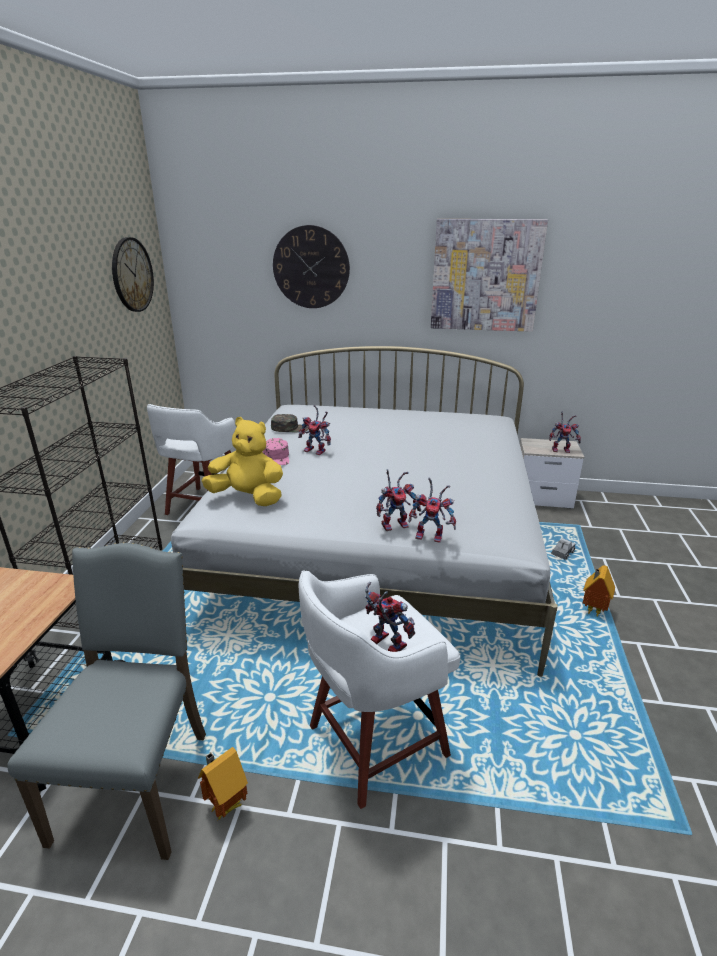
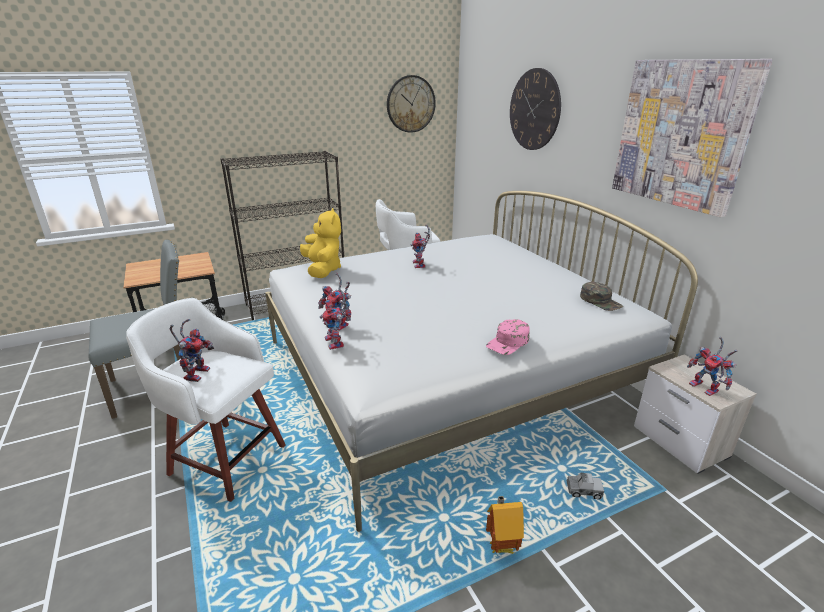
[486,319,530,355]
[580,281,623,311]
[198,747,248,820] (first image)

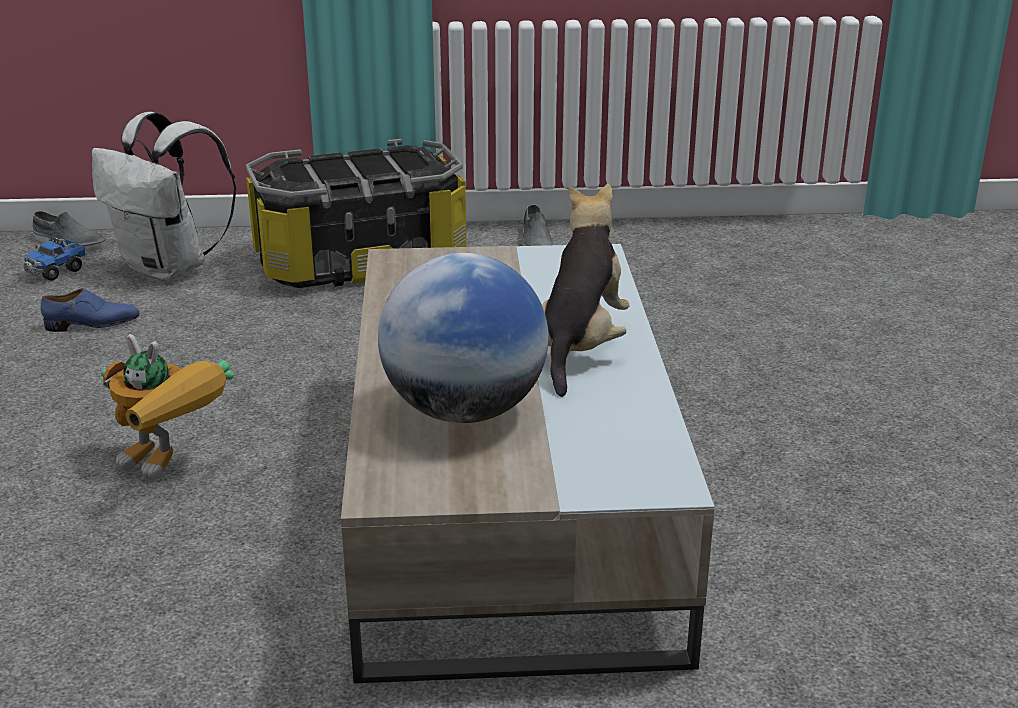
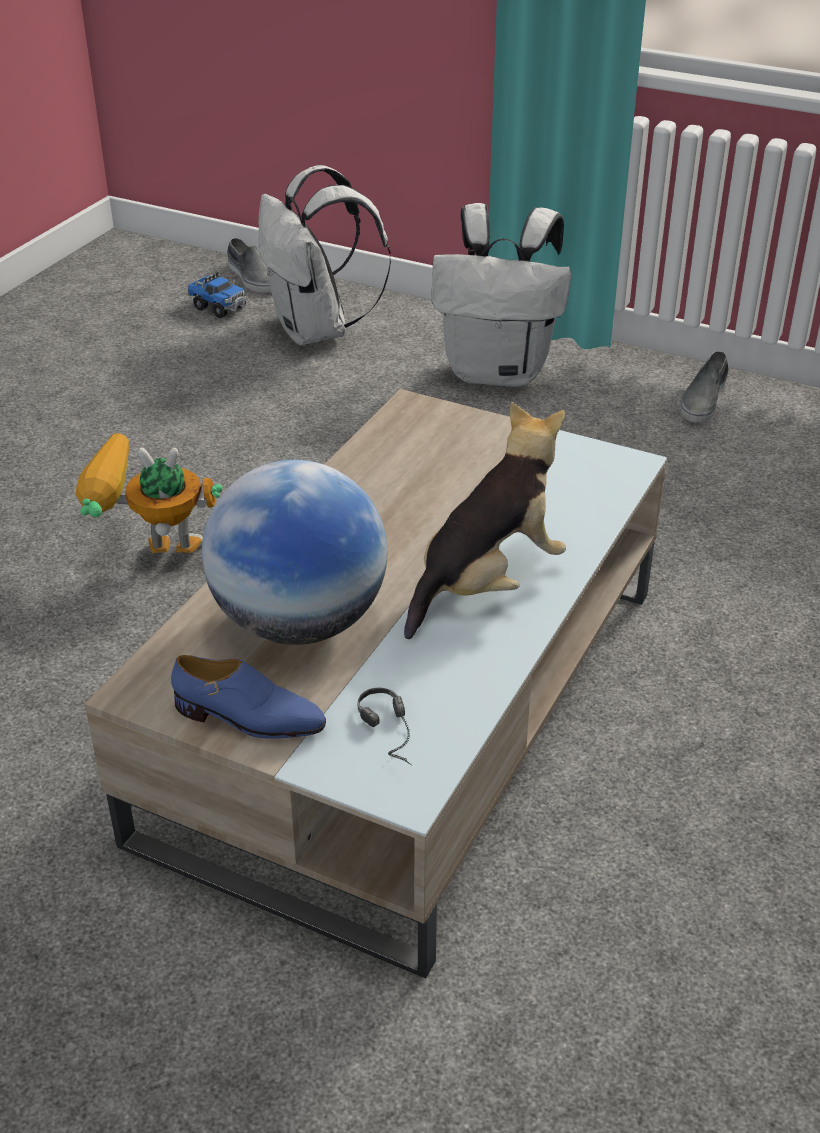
[75,433,223,553]
[171,655,326,739]
[188,272,246,318]
[358,687,412,765]
[432,203,571,387]

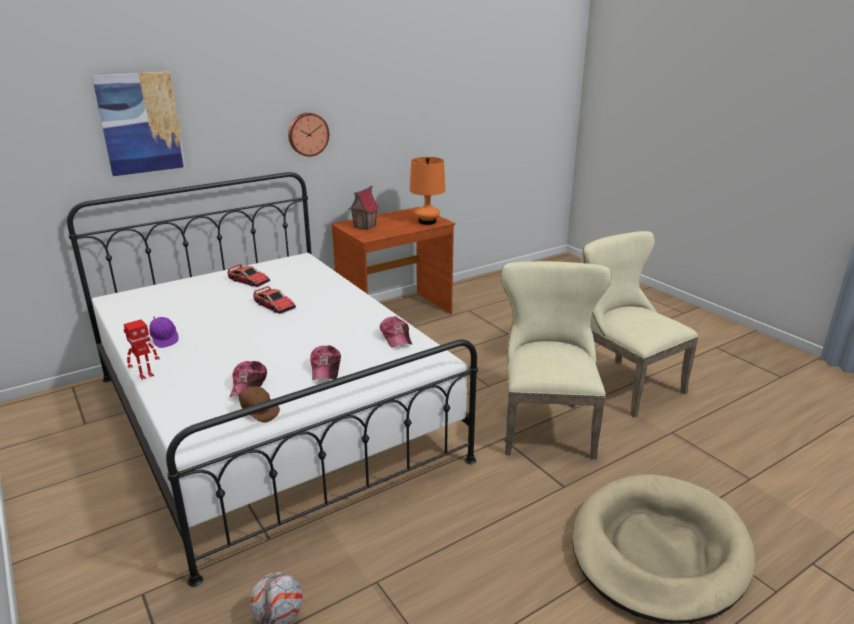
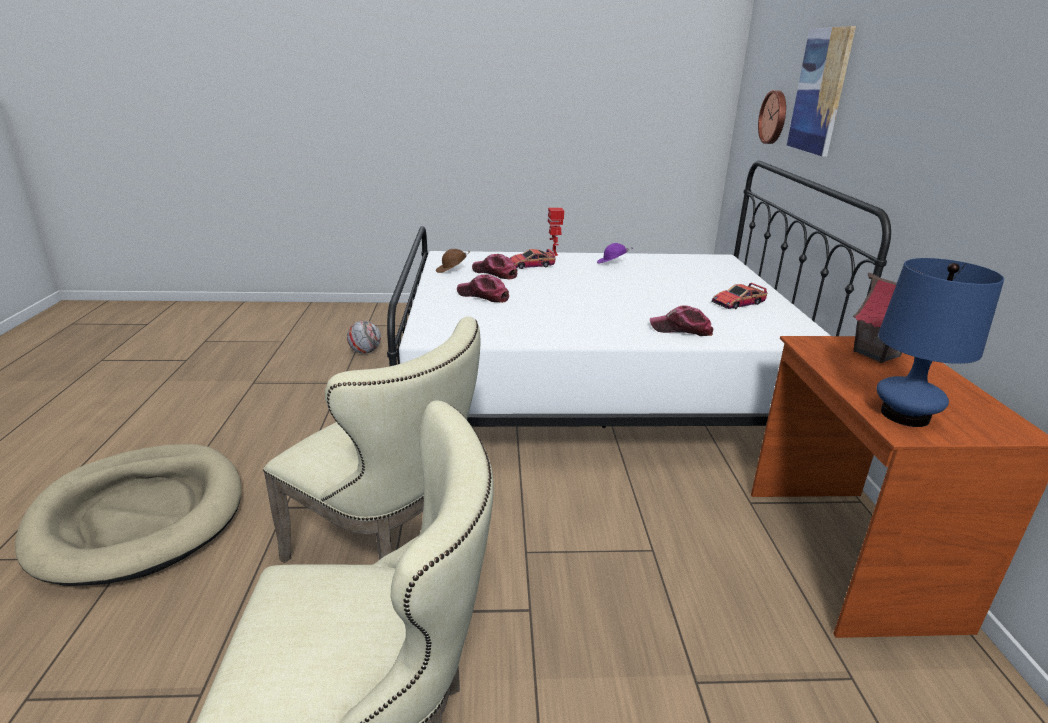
[510,249,555,269]
[650,306,713,336]
[758,90,786,144]
[877,258,1004,427]

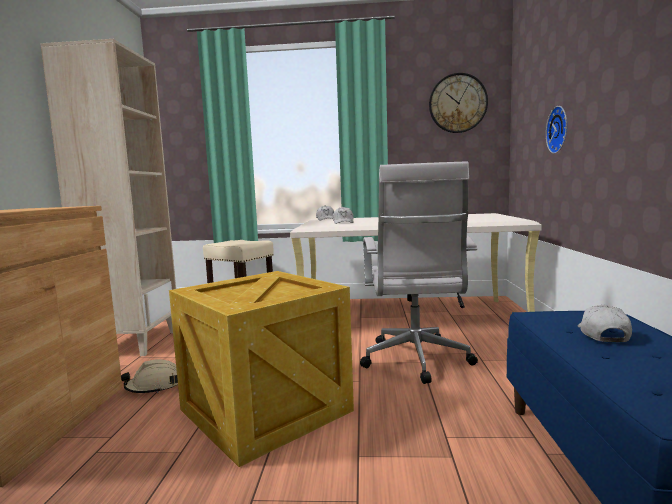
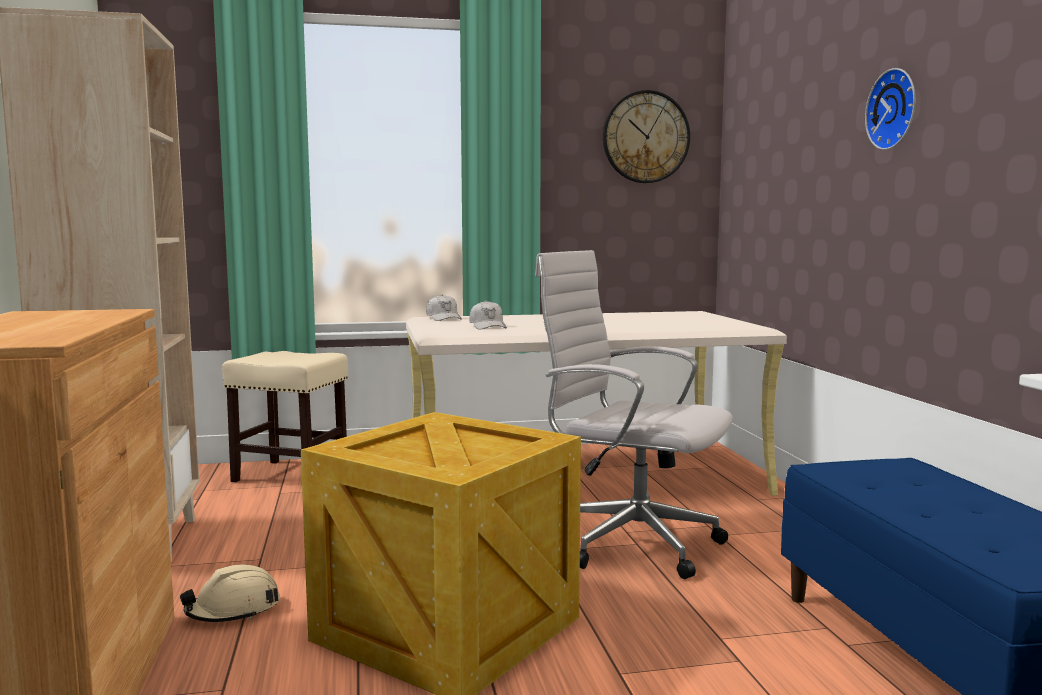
[535,250,733,579]
[865,68,915,150]
[578,305,632,342] (first image)

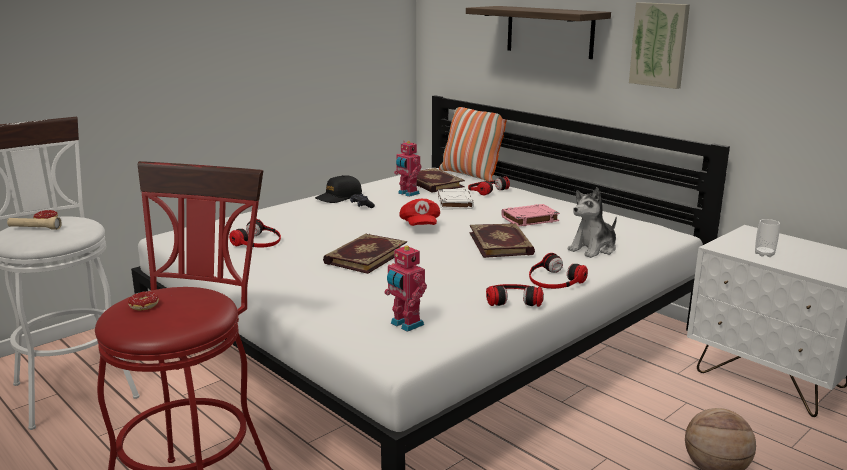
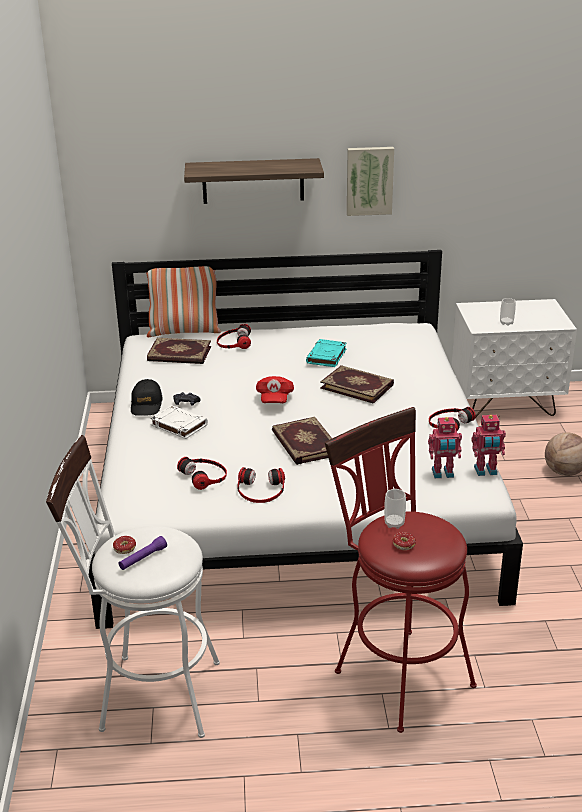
[119,536,167,570]
[150,405,208,439]
[237,467,285,503]
[256,376,294,403]
[306,339,347,367]
[384,489,406,529]
[471,415,506,476]
[567,187,617,258] (first image)

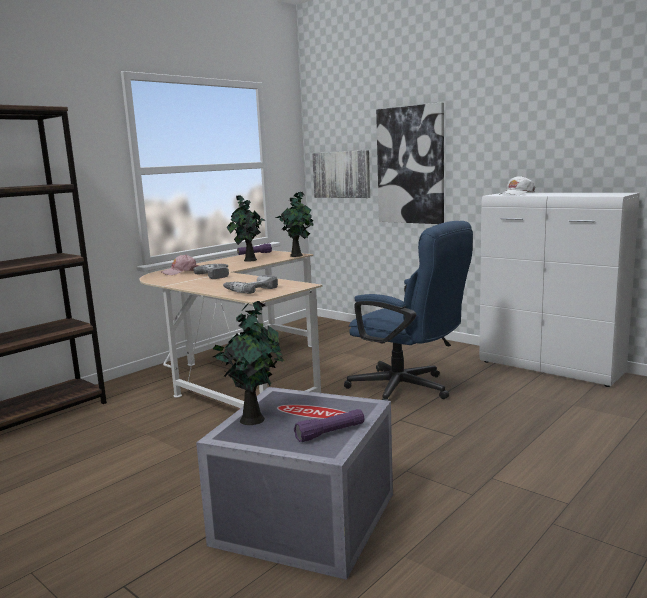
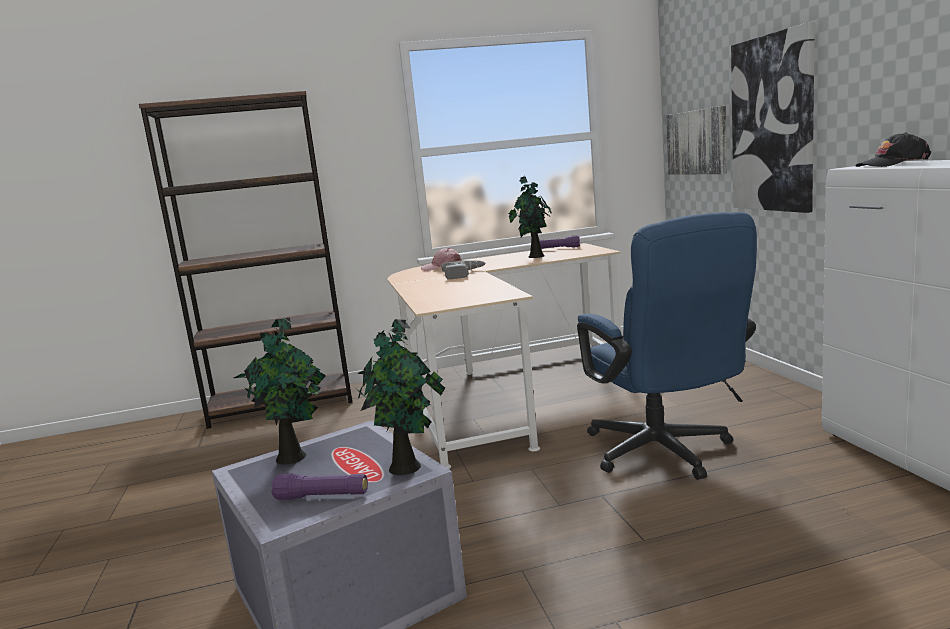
[357,319,445,475]
[856,132,931,167]
[223,275,278,294] (first image)

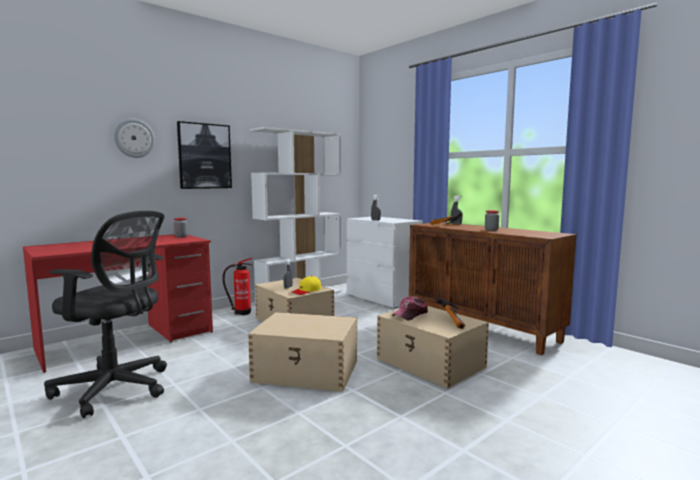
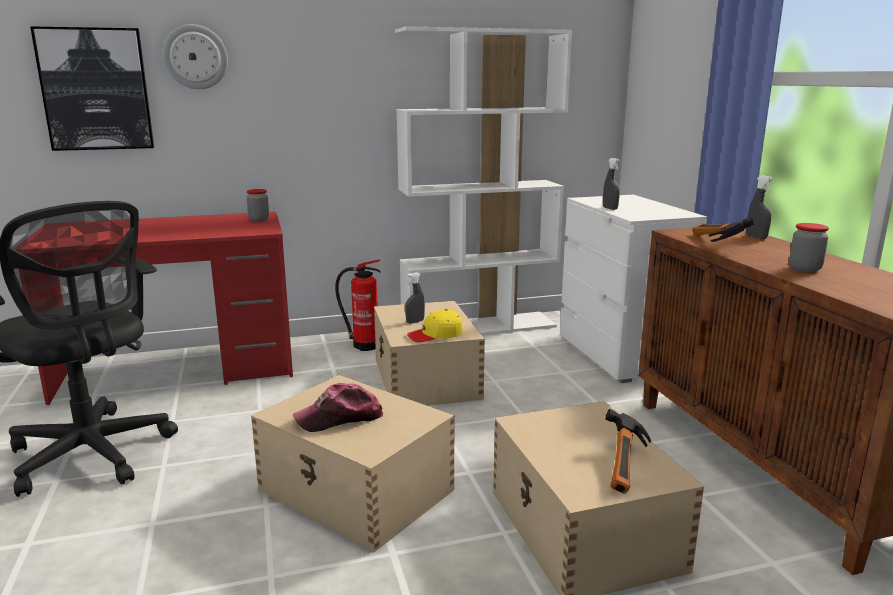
[30,26,154,151]
[293,383,383,432]

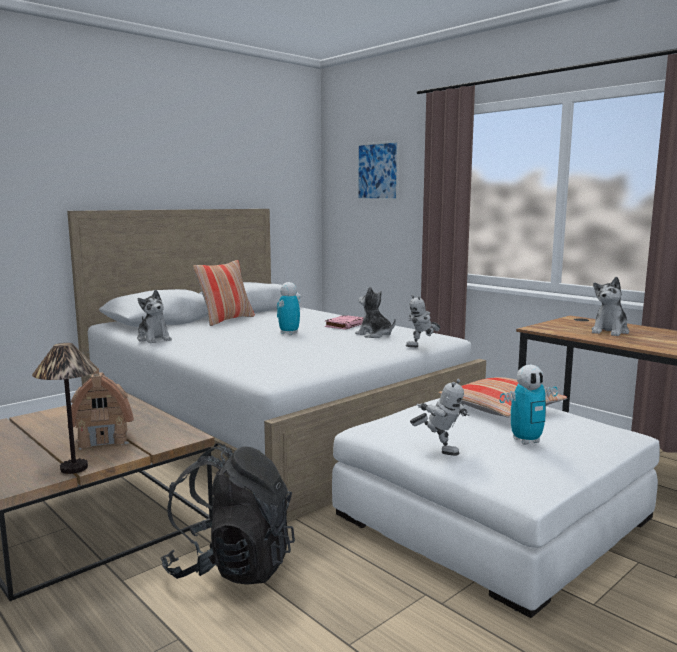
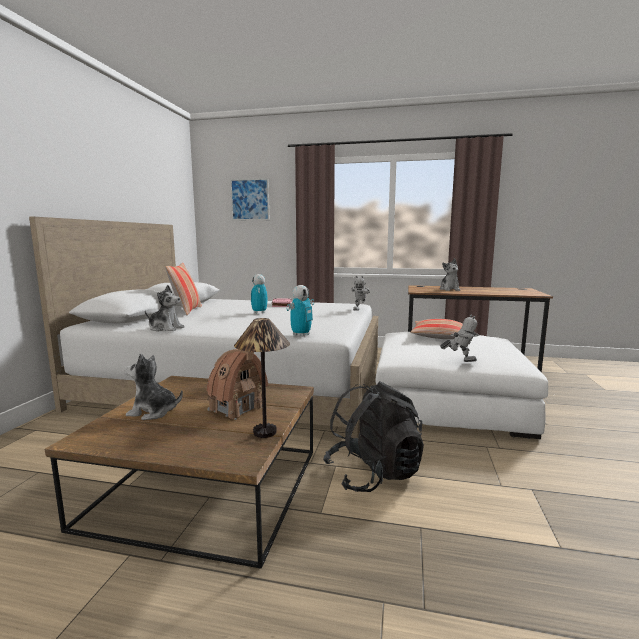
[124,353,183,420]
[287,285,314,337]

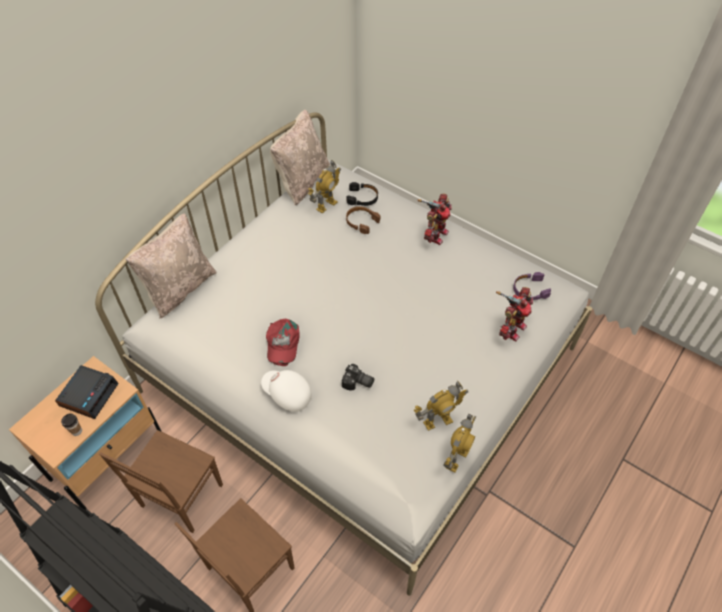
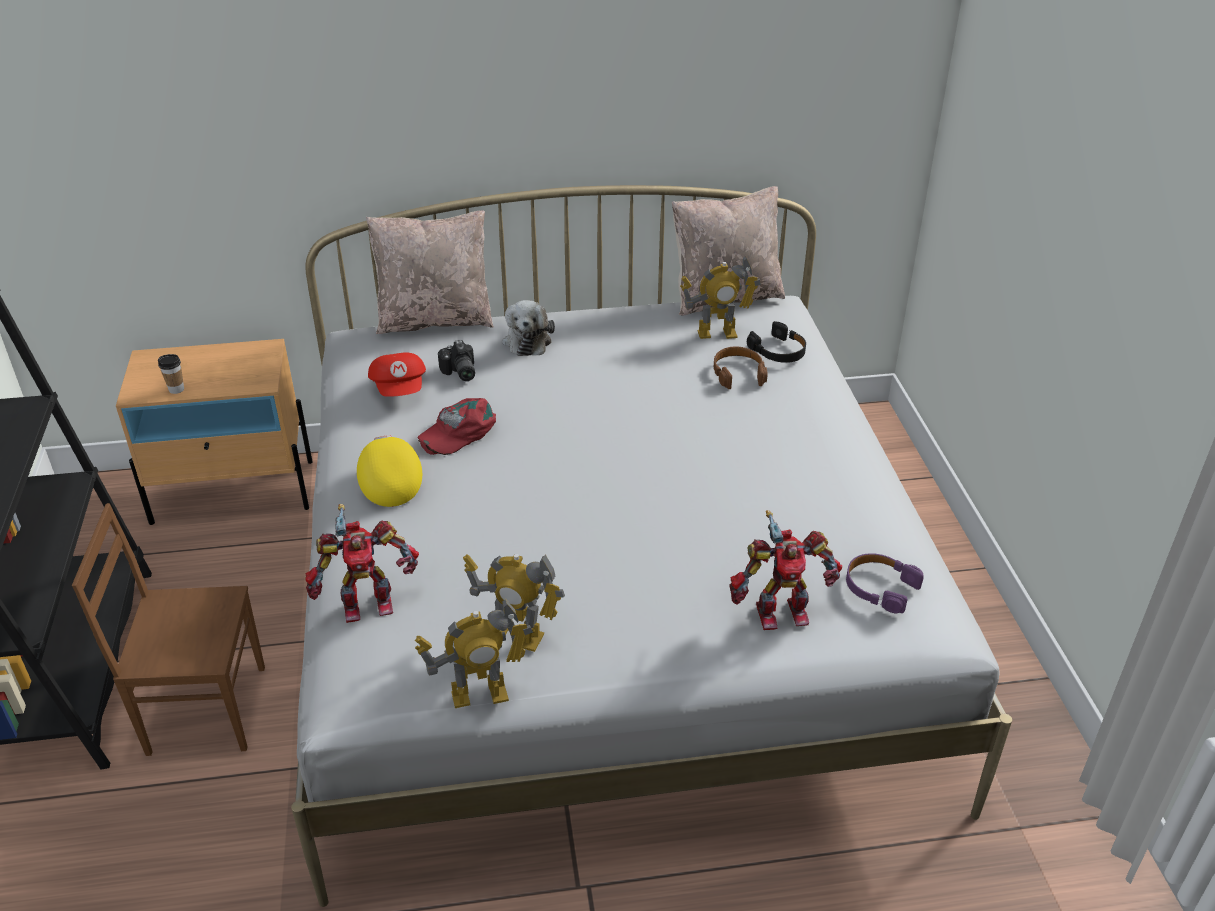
[305,504,419,623]
[357,435,422,507]
[368,352,426,397]
[438,340,475,381]
[502,300,555,356]
[55,365,119,419] (first image)
[99,430,223,533] (first image)

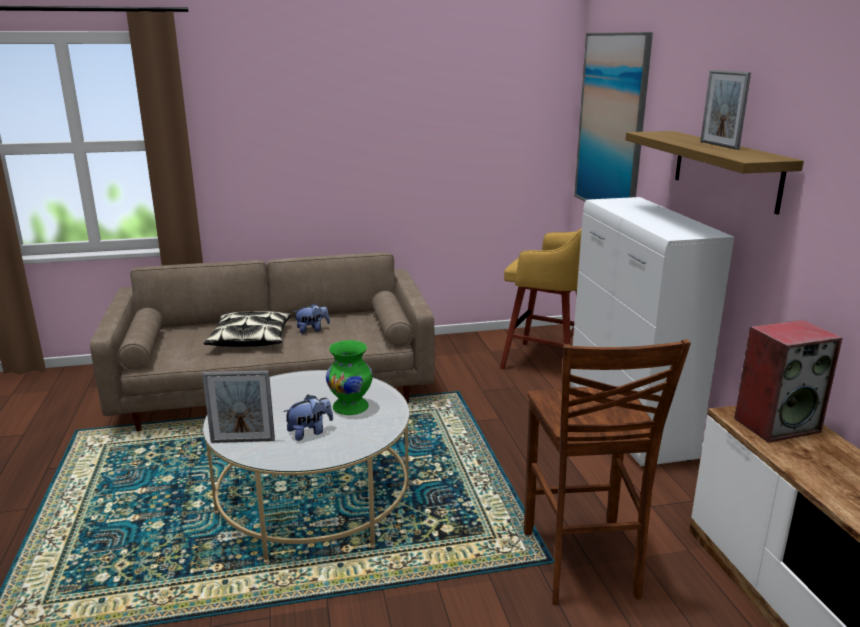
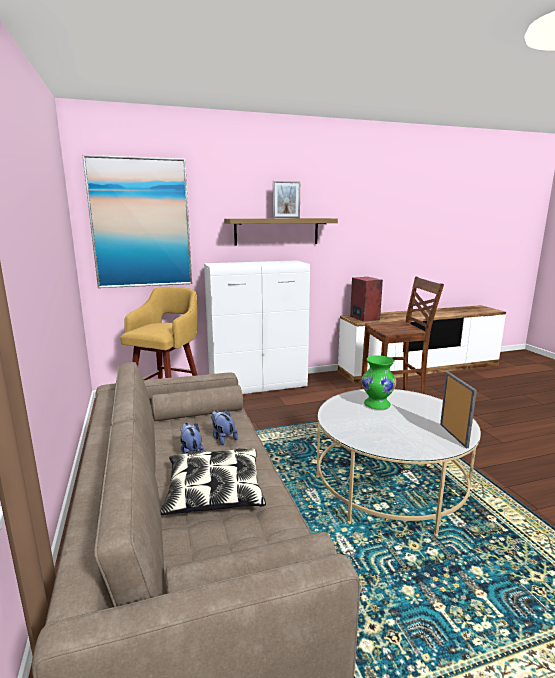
[211,410,238,445]

